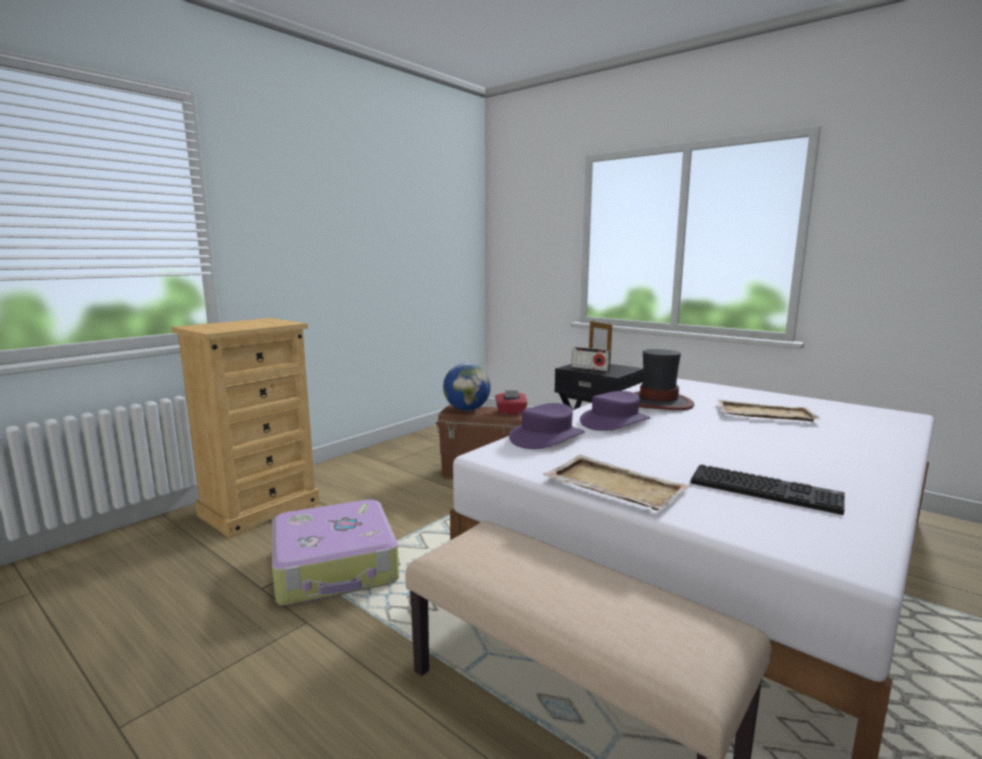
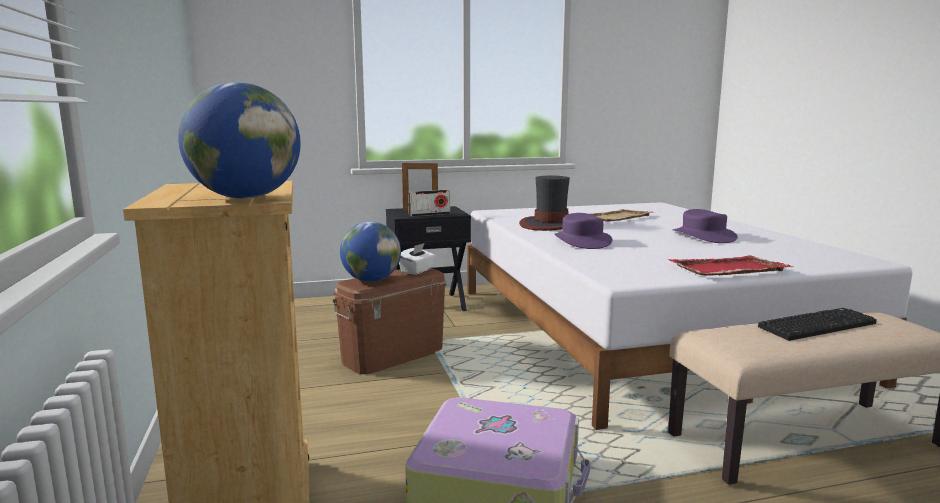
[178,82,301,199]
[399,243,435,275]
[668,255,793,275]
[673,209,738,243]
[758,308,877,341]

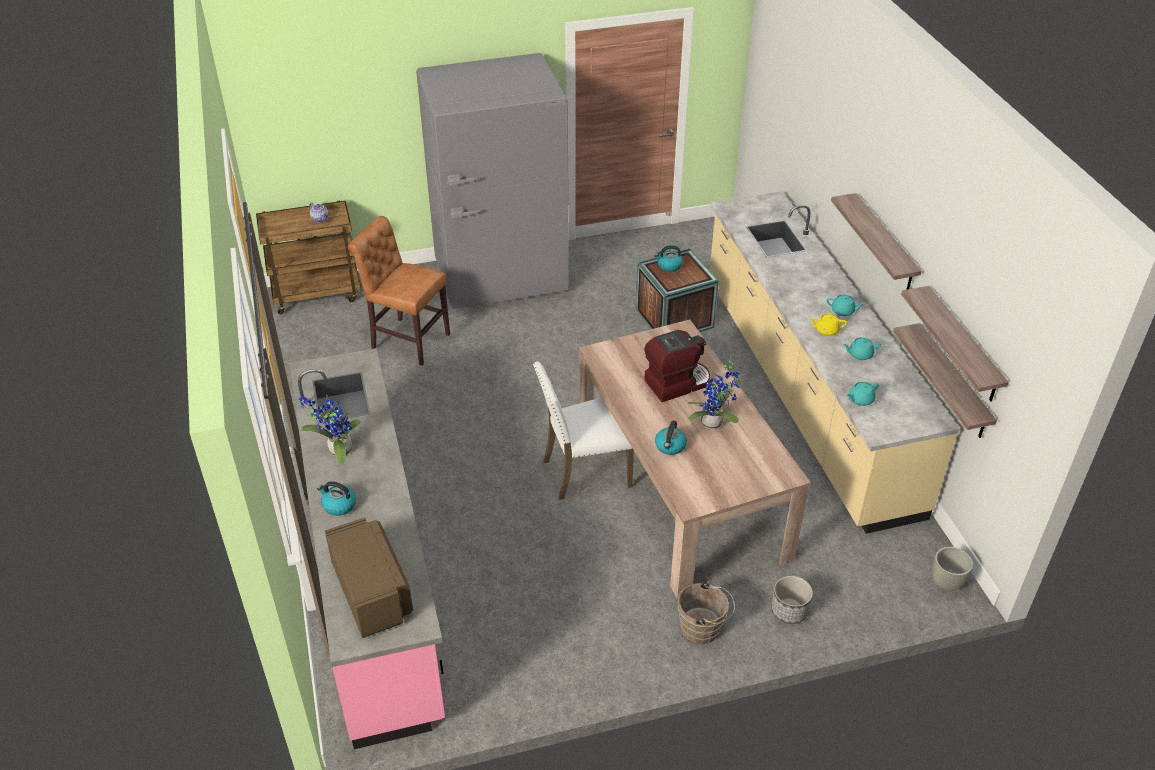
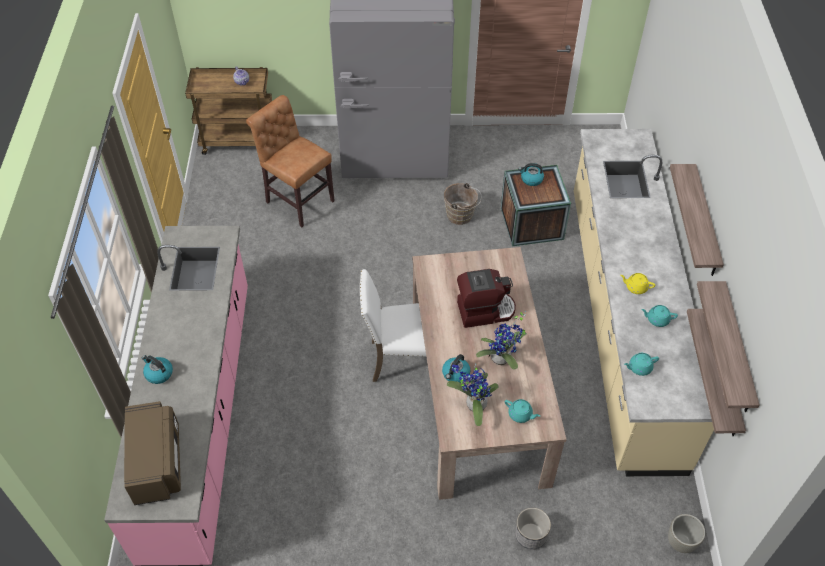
[444,183,481,225]
[447,364,499,426]
[505,399,540,423]

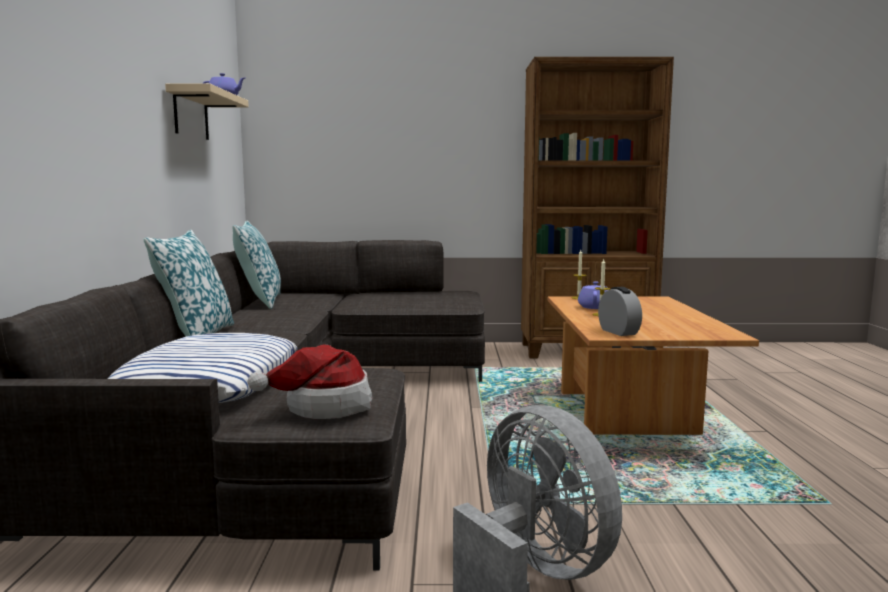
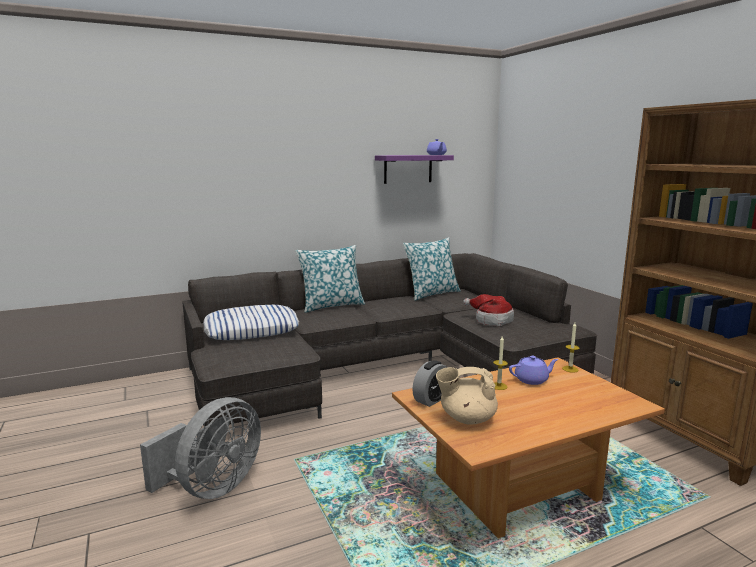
[375,155,454,184]
[436,367,498,425]
[463,294,514,326]

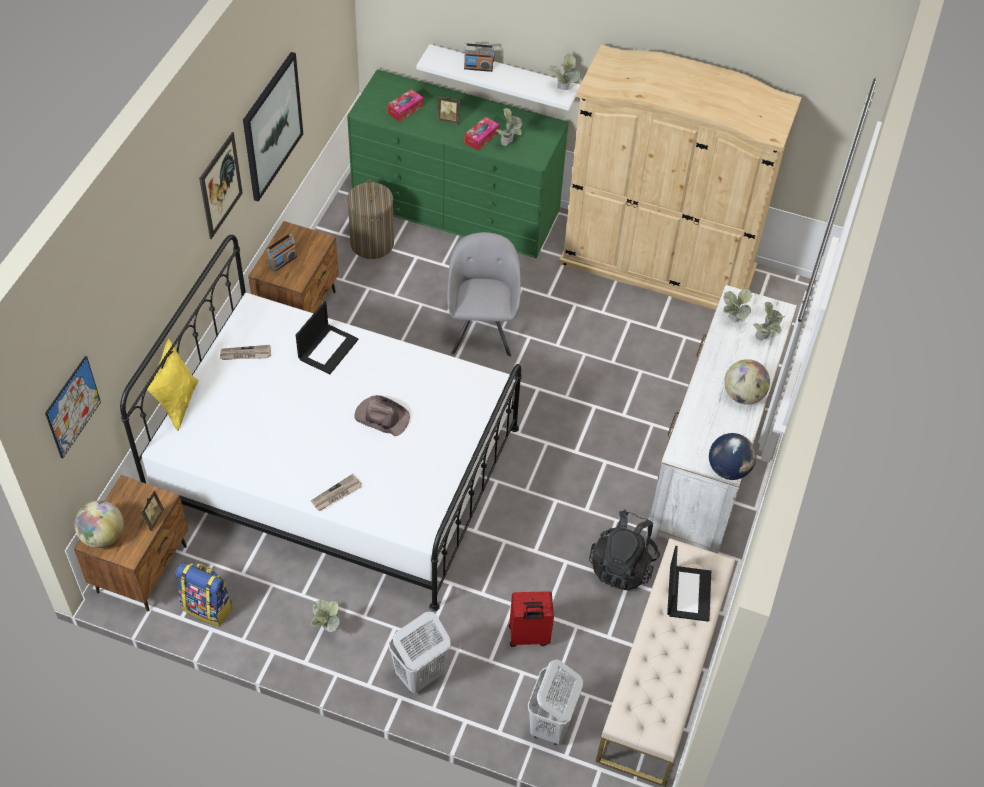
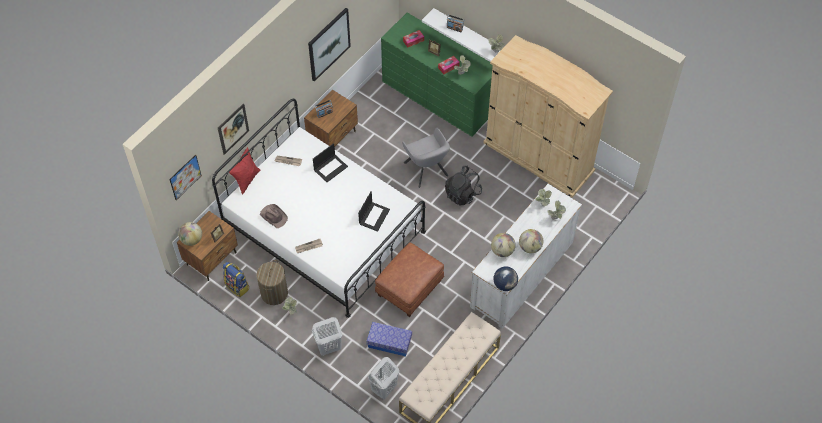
[218,103,249,155]
[229,147,260,195]
[257,260,288,305]
[260,204,288,228]
[358,192,390,232]
[367,322,412,357]
[375,242,444,317]
[402,128,450,188]
[445,166,482,206]
[491,233,516,257]

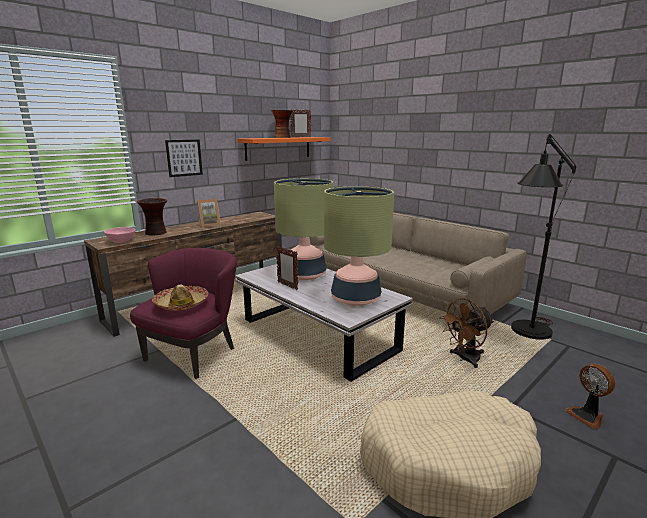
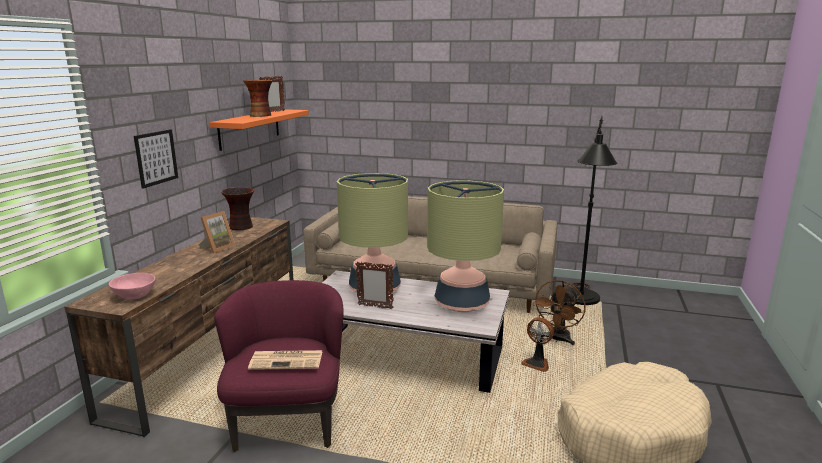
[221,187,254,230]
[248,350,323,370]
[521,317,554,372]

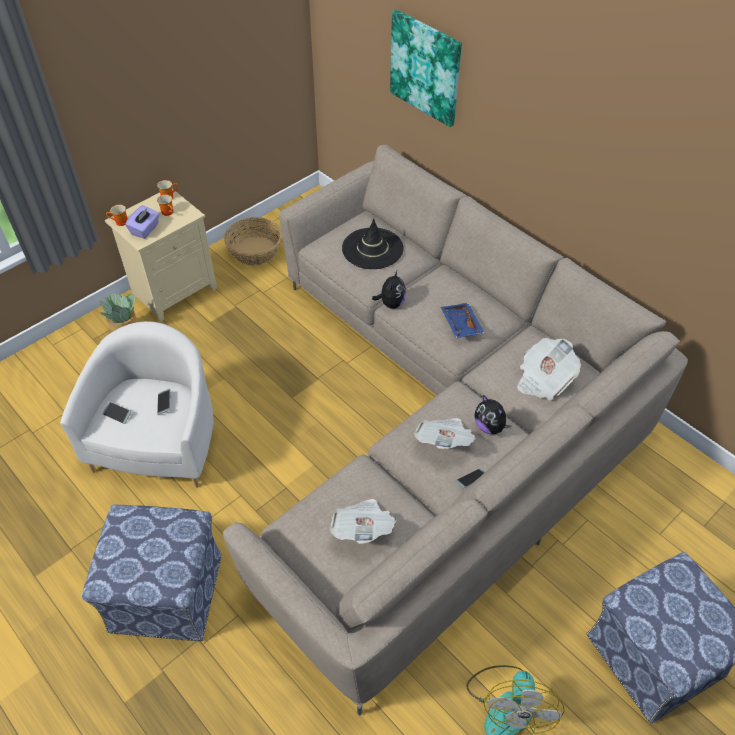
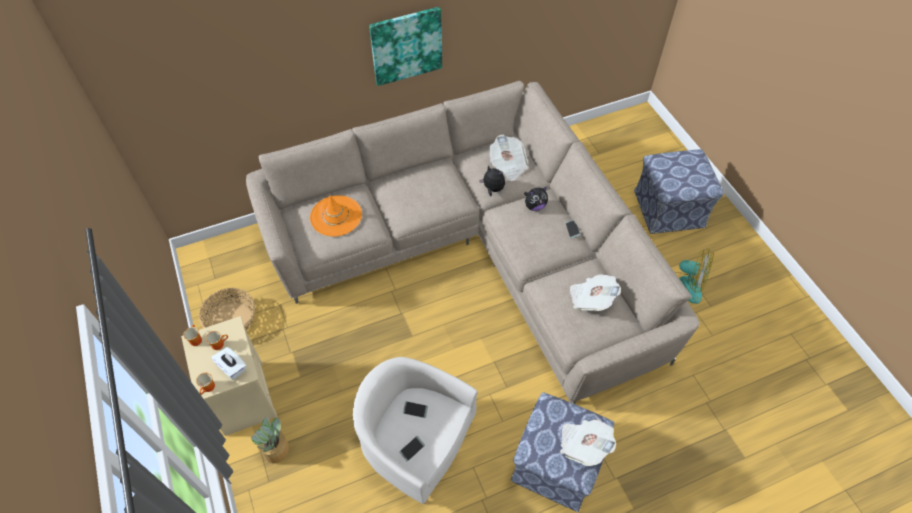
[211,347,247,380]
[310,195,362,236]
[369,7,442,86]
[479,165,505,196]
[560,419,616,466]
[441,303,484,338] (first image)

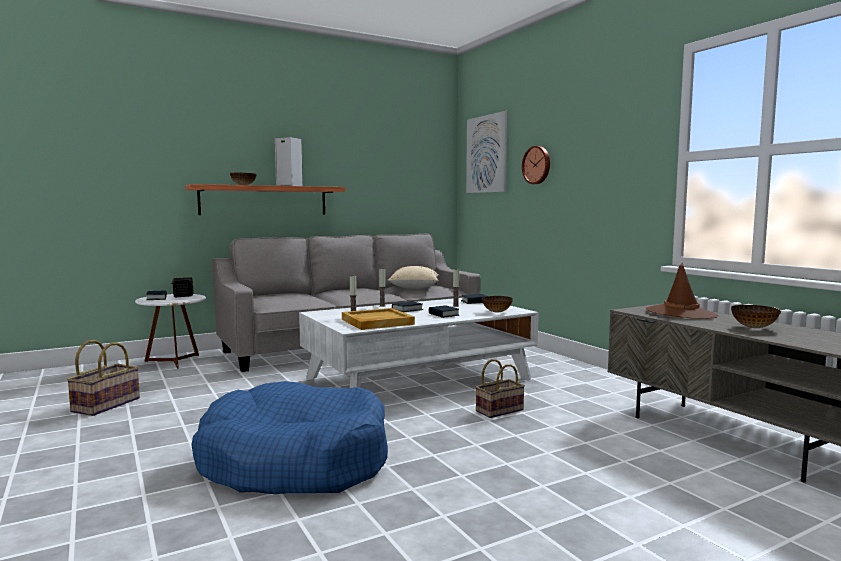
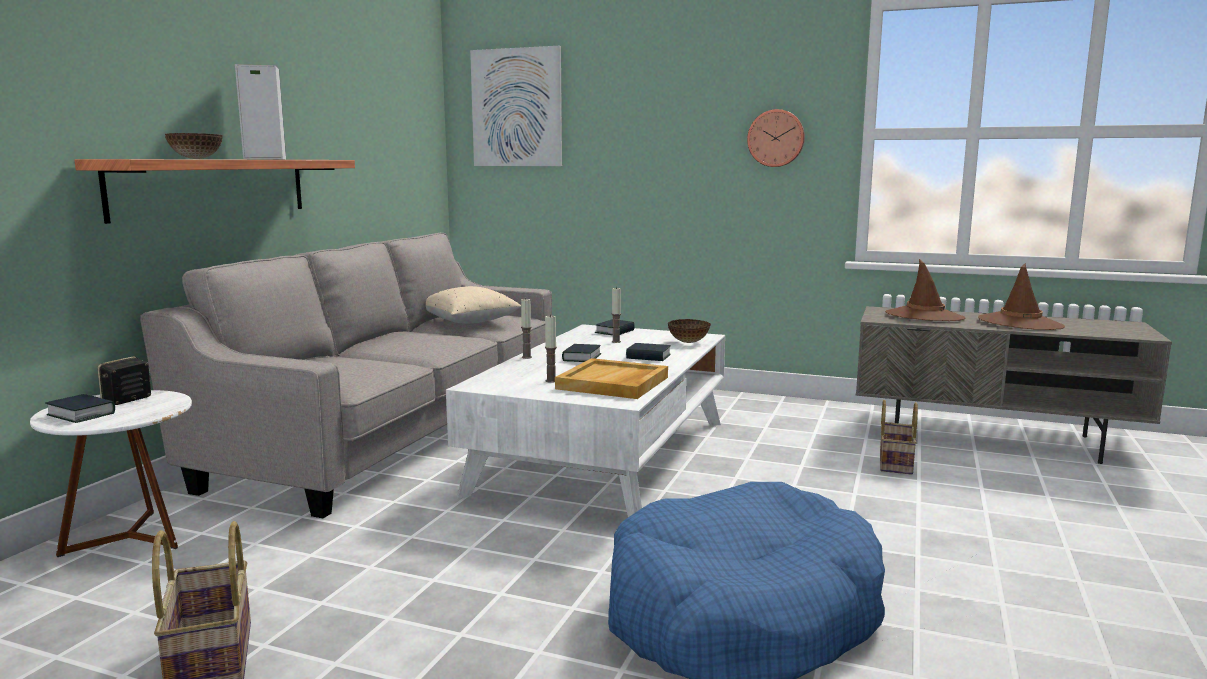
[747,109,805,167]
[880,400,918,475]
[978,263,1065,330]

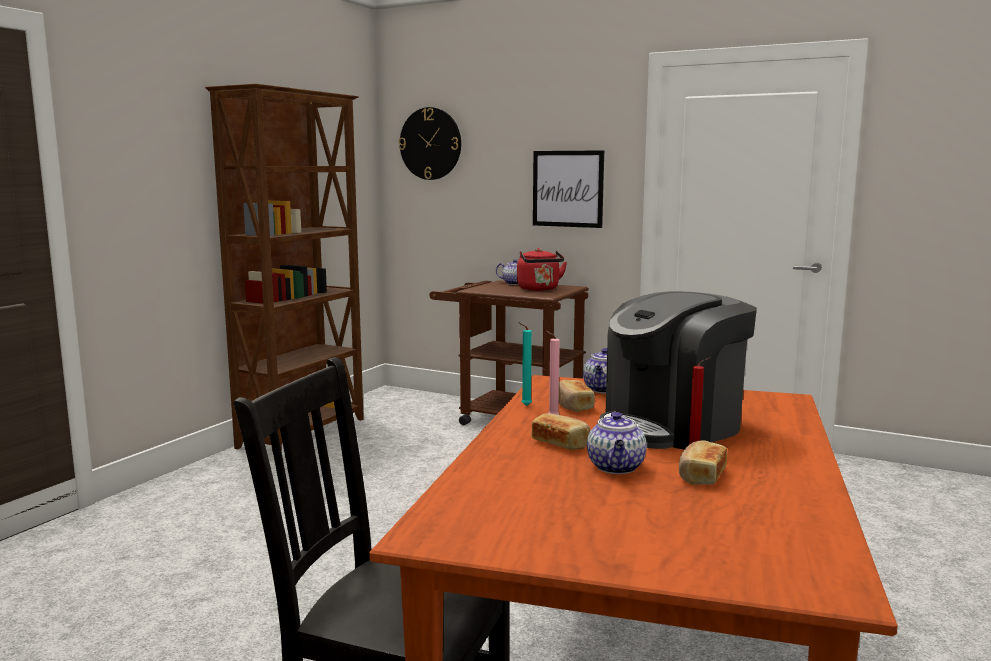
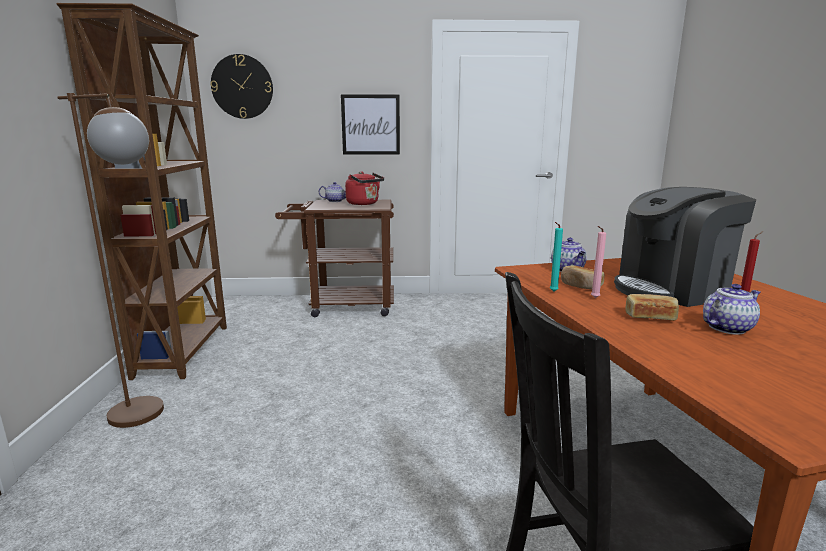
[57,93,164,428]
[614,187,756,307]
[703,284,760,335]
[679,440,727,485] (first image)

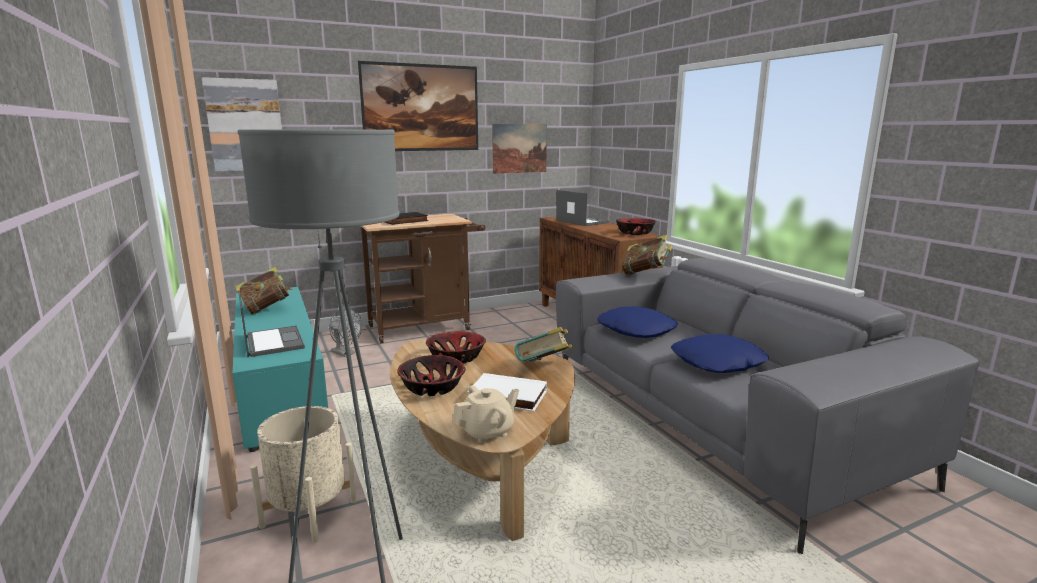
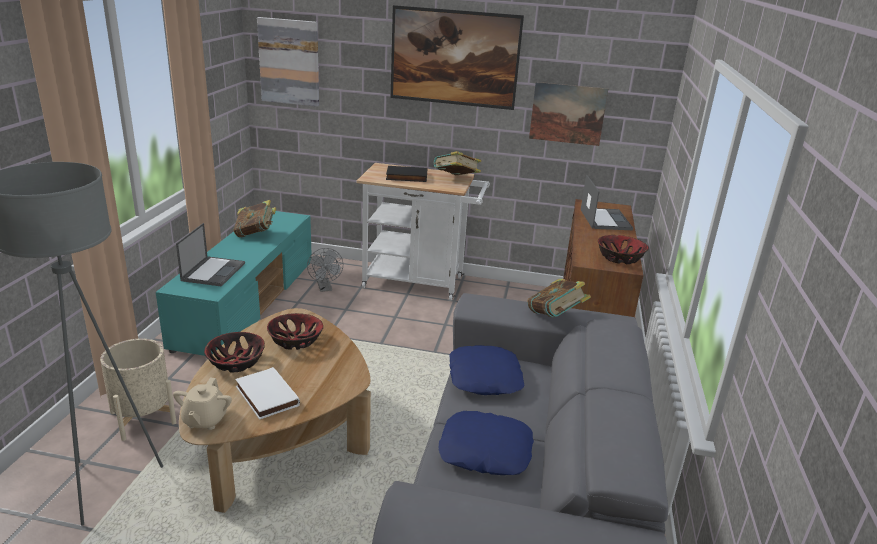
[173,377,232,430]
[357,163,490,301]
[434,151,481,175]

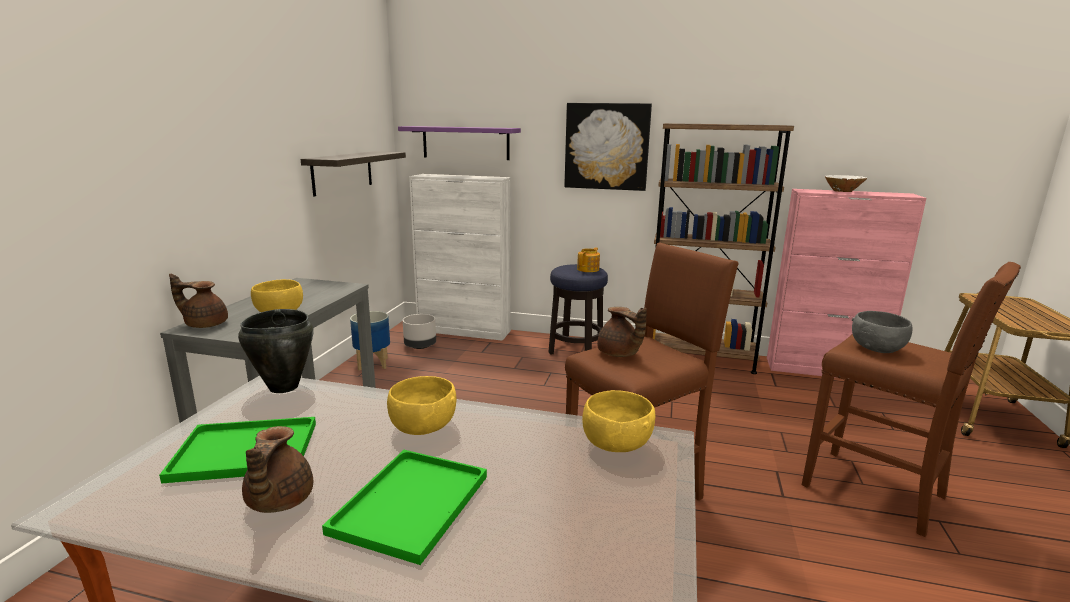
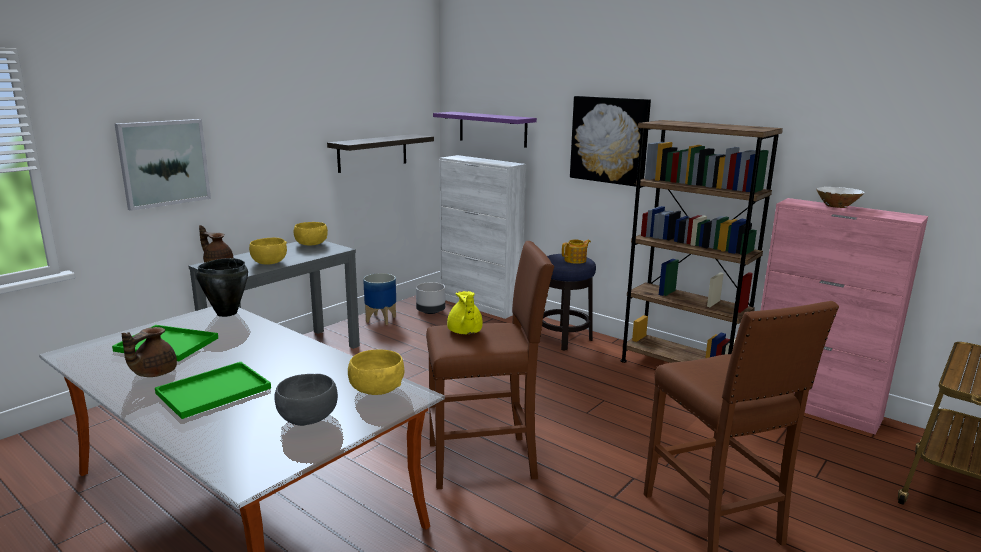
[115,119,211,211]
[275,374,338,426]
[294,222,328,245]
[447,291,483,334]

